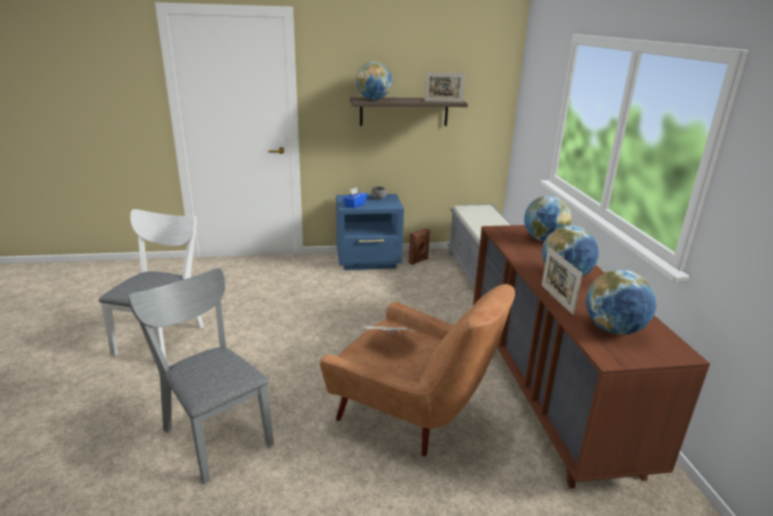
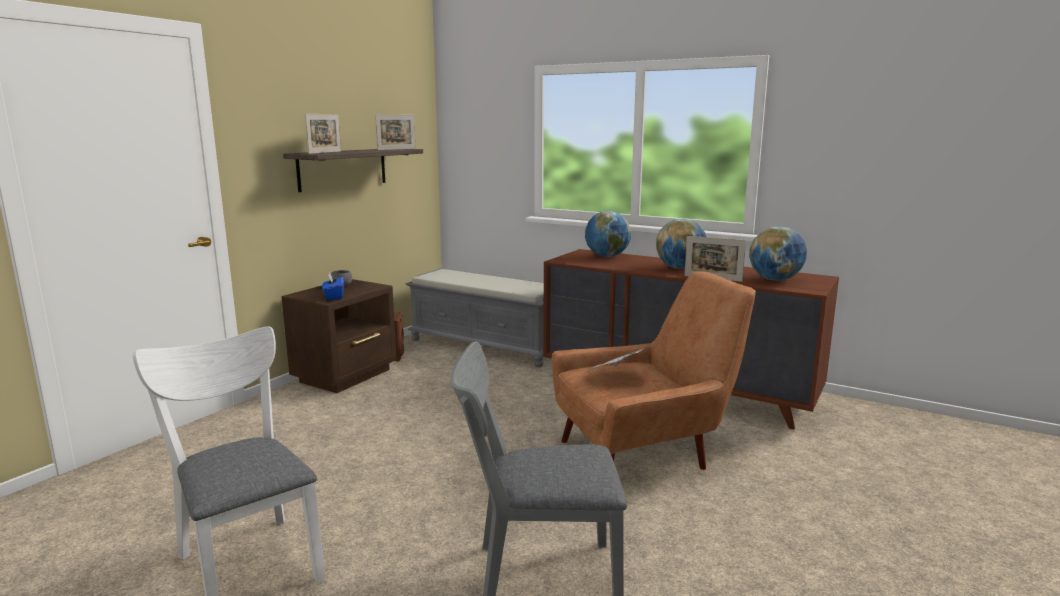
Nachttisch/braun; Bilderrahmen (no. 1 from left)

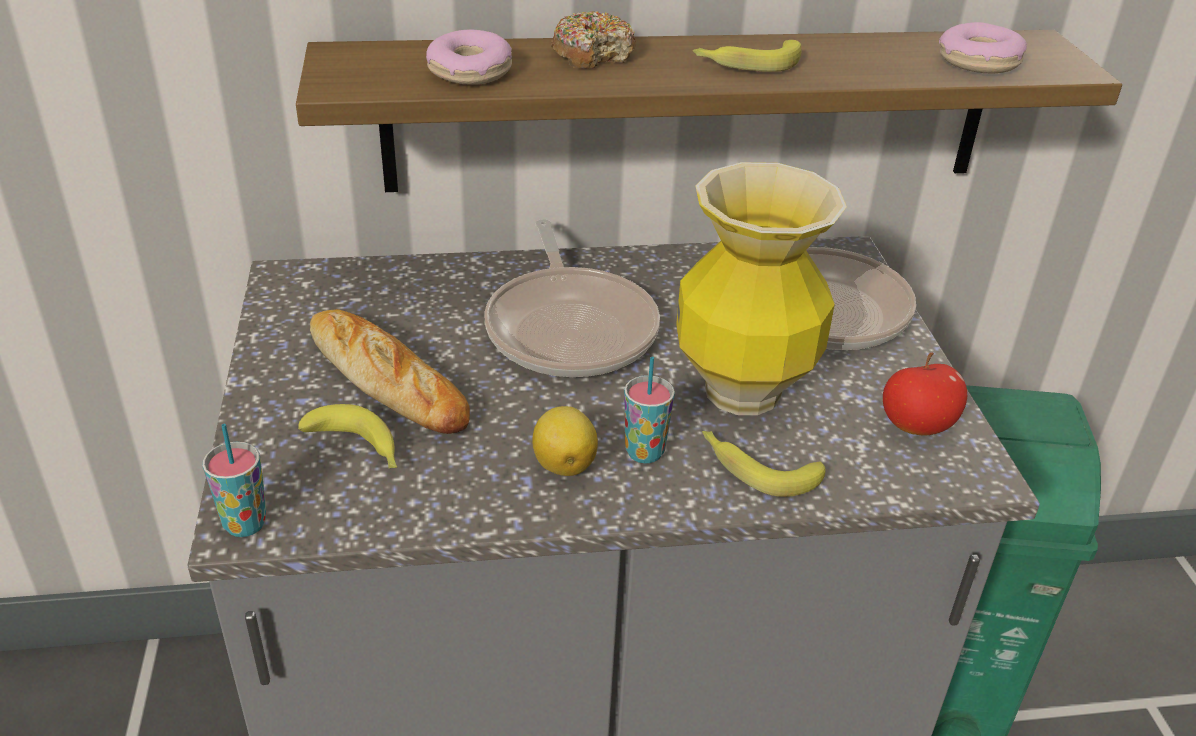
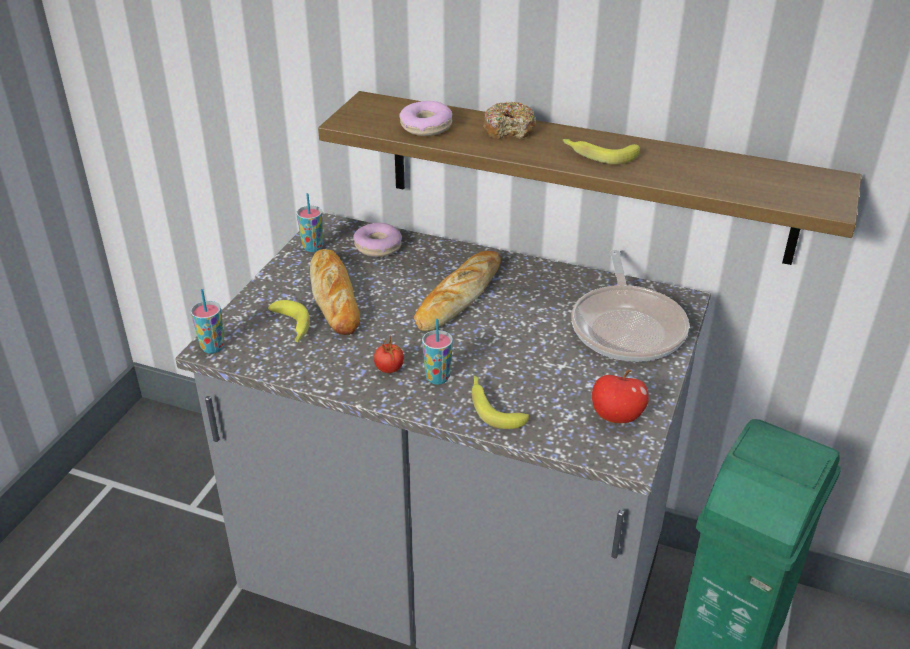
Tasse (no. 2 from left); Donut (no. 1 from left); Tomate; Brot (no. 2 from left); Vase

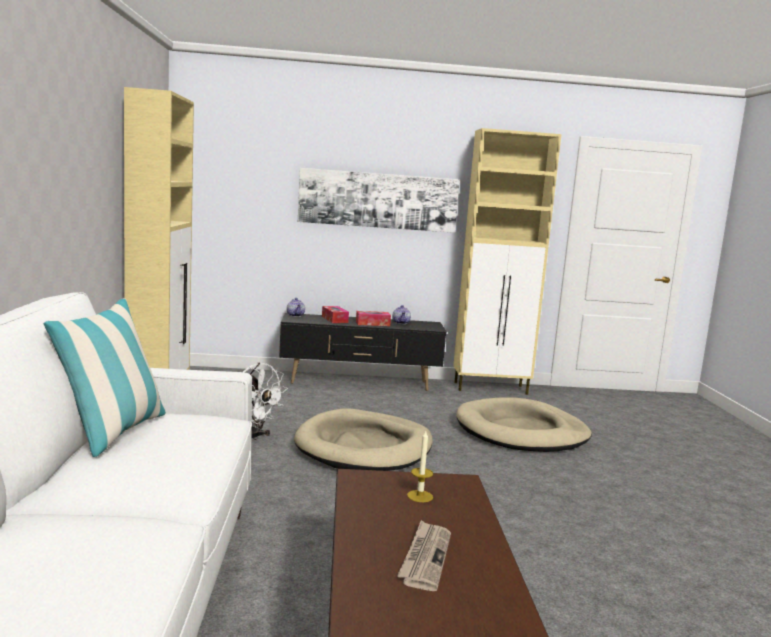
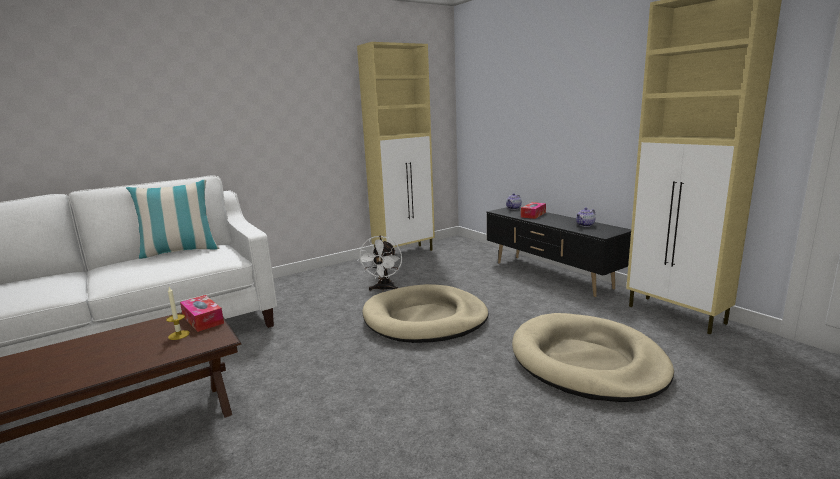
Taschentuchbox (no. 1 from left); Bild; Zeitung

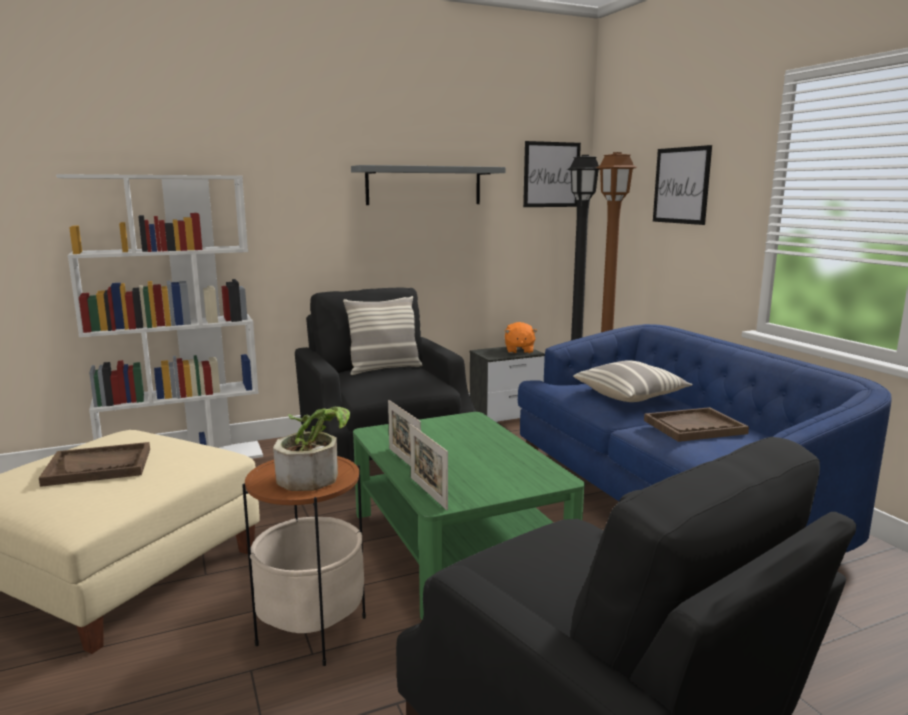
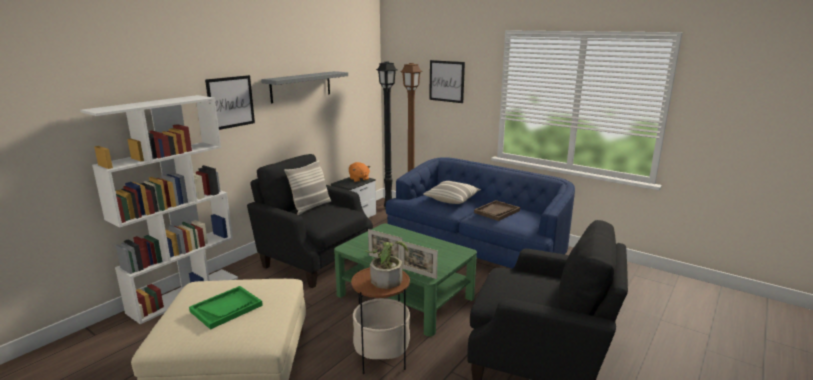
Tablett/grün; Bild (no. 1 from left)

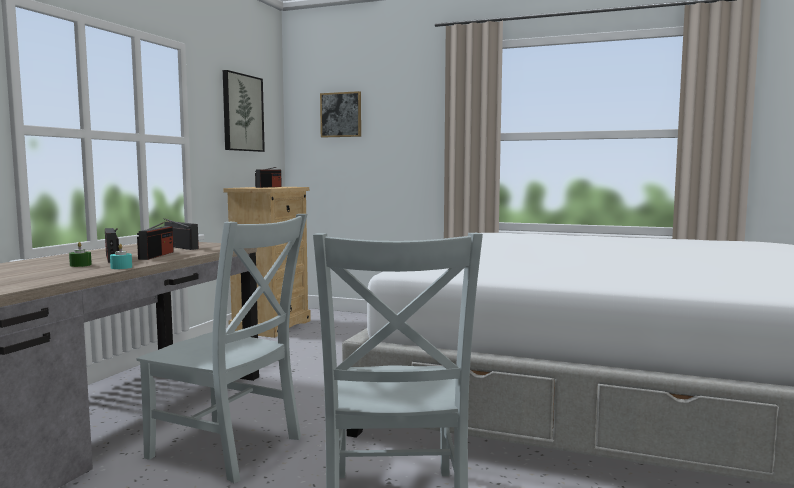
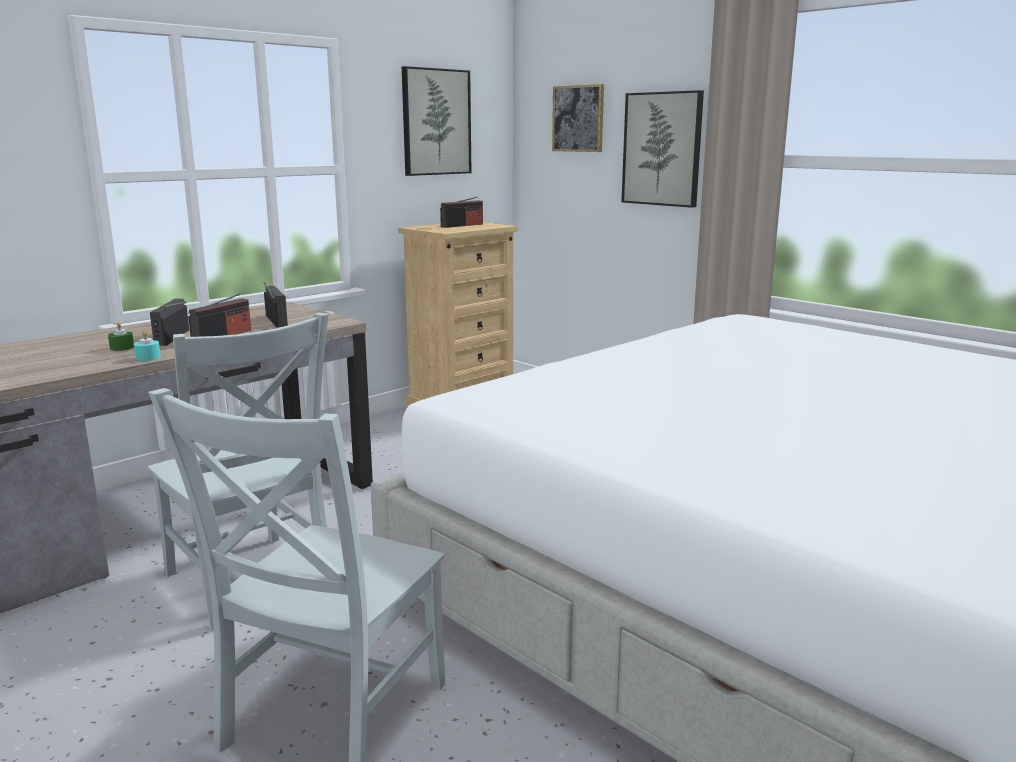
Bild (no. 3 from left)

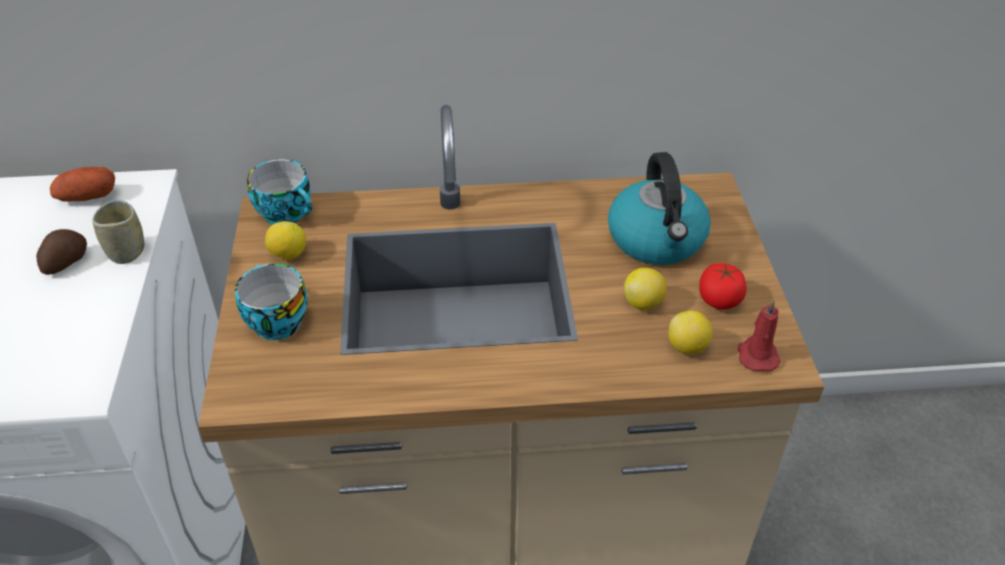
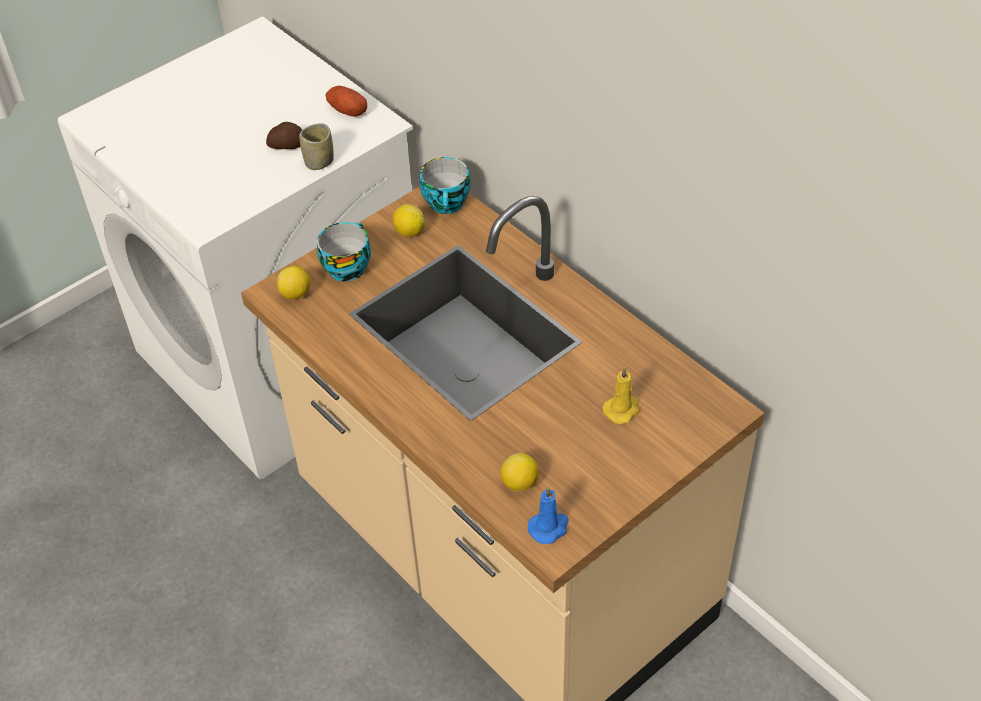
Zitrone (no. 1 from left); Kerze/blau; Kerze/gelb; Tomate

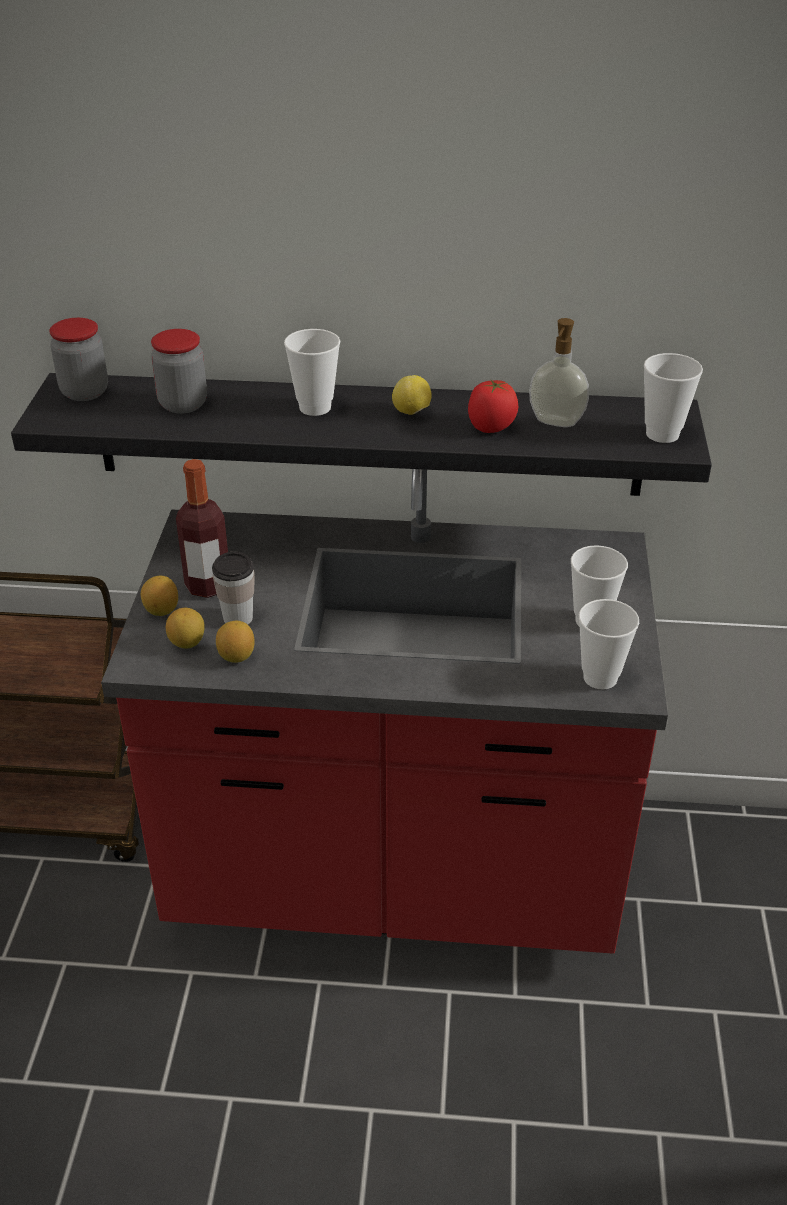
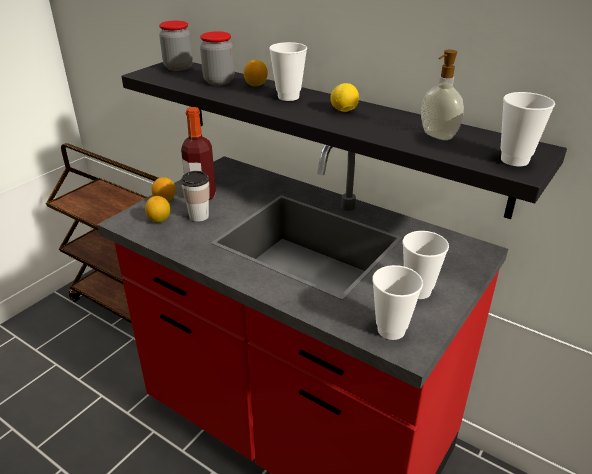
Zitrone (no. 3 from left); Tomate

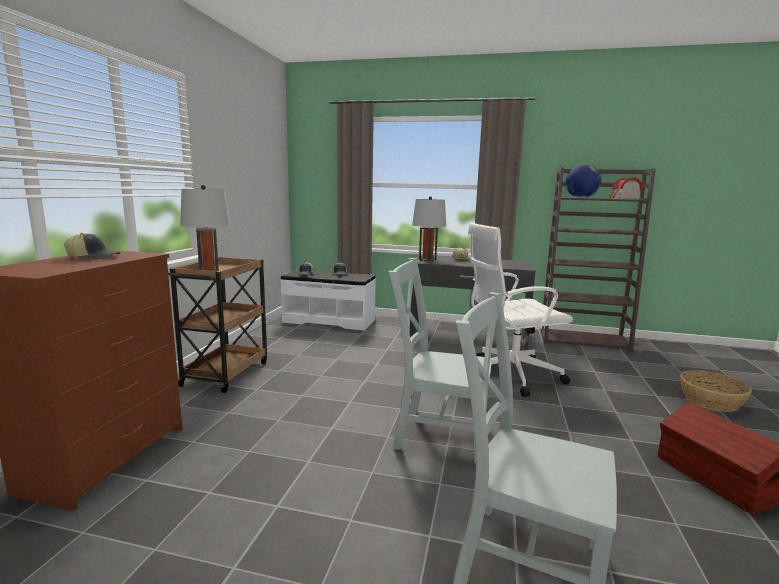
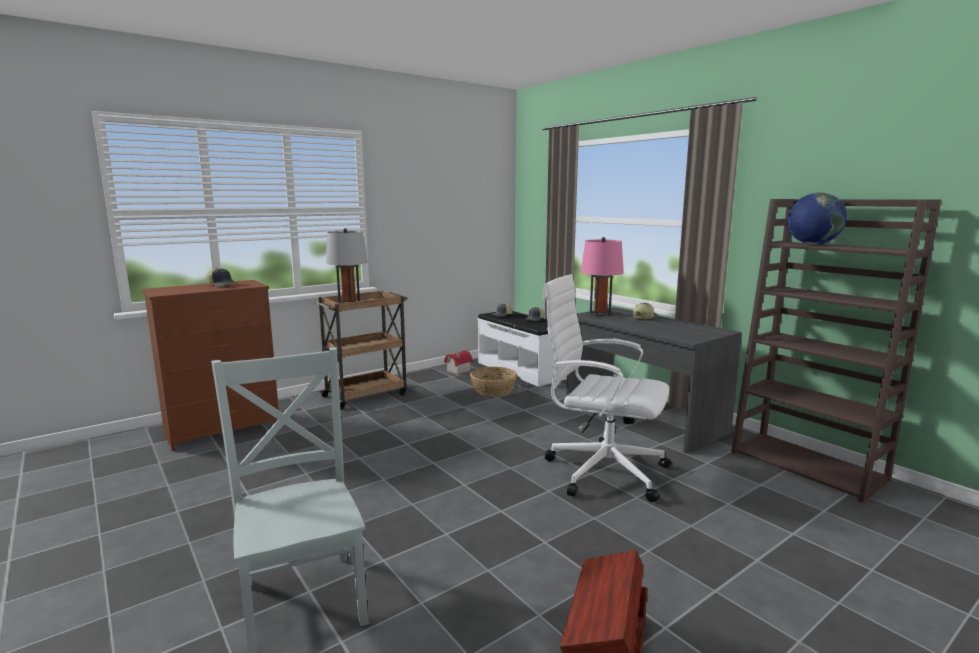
Spielzeughaus; Korb; Tischlampe/rosa; Stuhl/grau (no. 1 from left in the first image)

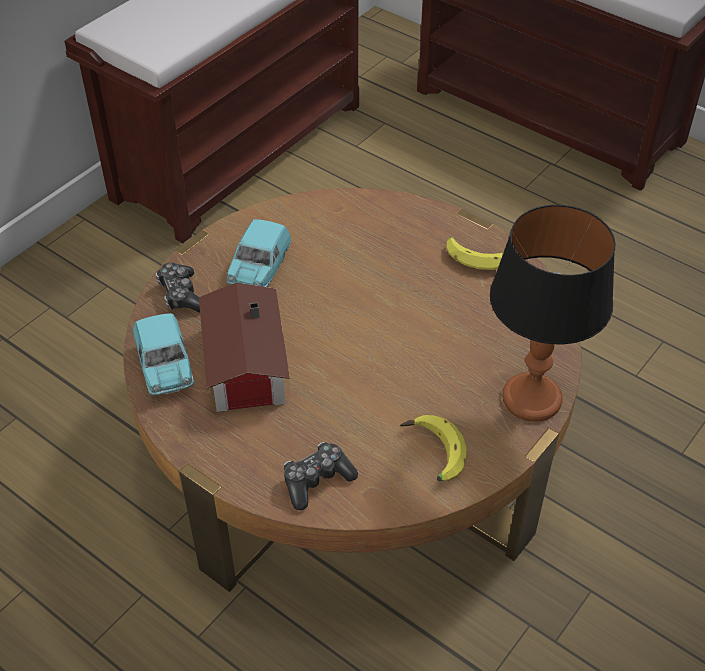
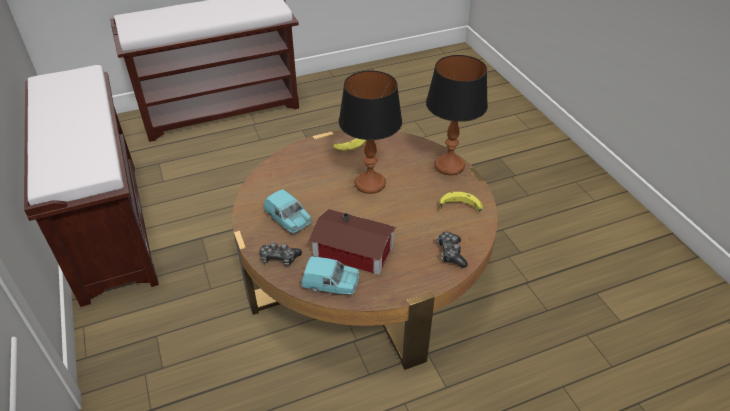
Tischlampe (no. 1 from left)

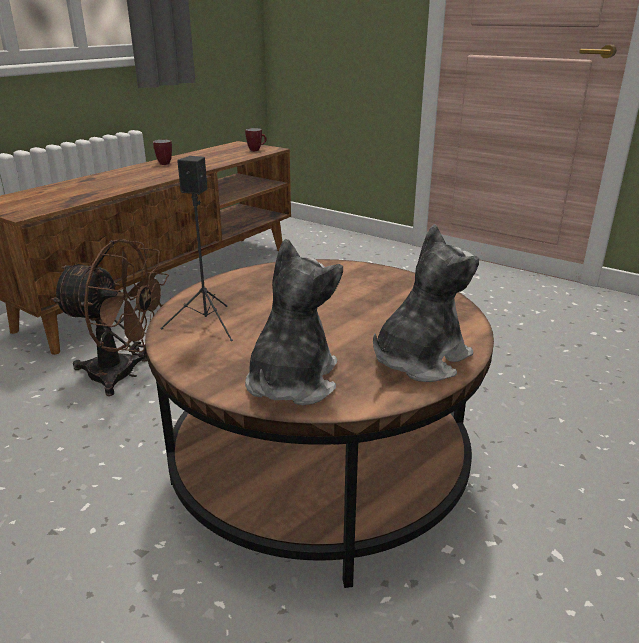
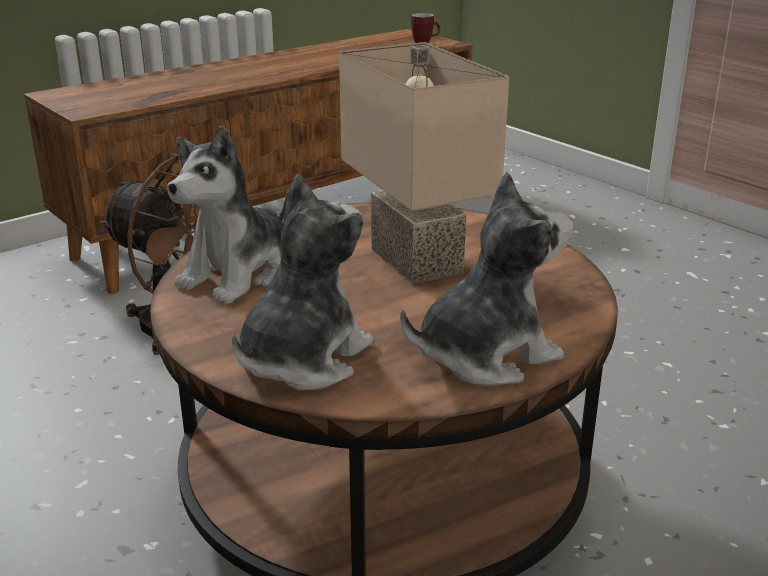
Plüschtier (no. 1 from left); Tischlampe/beige; Henkelbecher (no. 1 from left in the first image)

